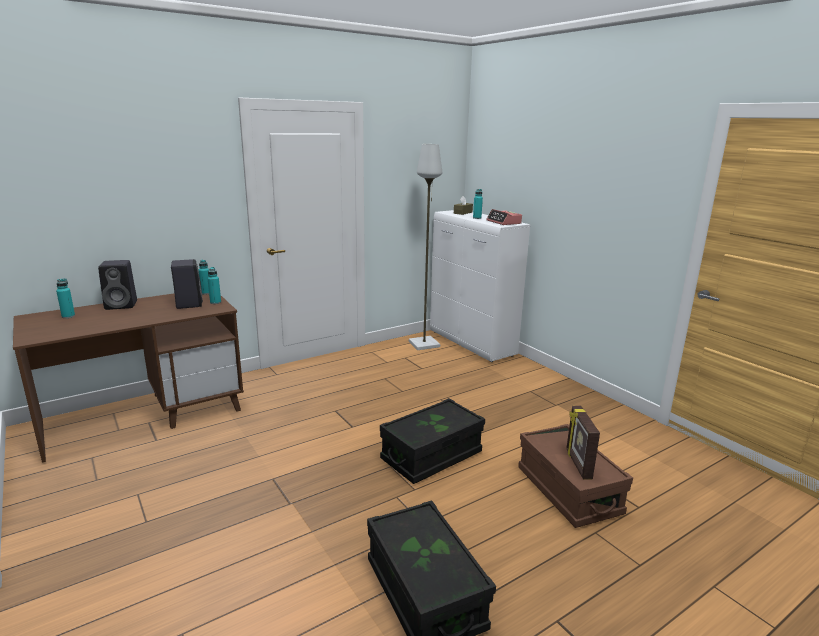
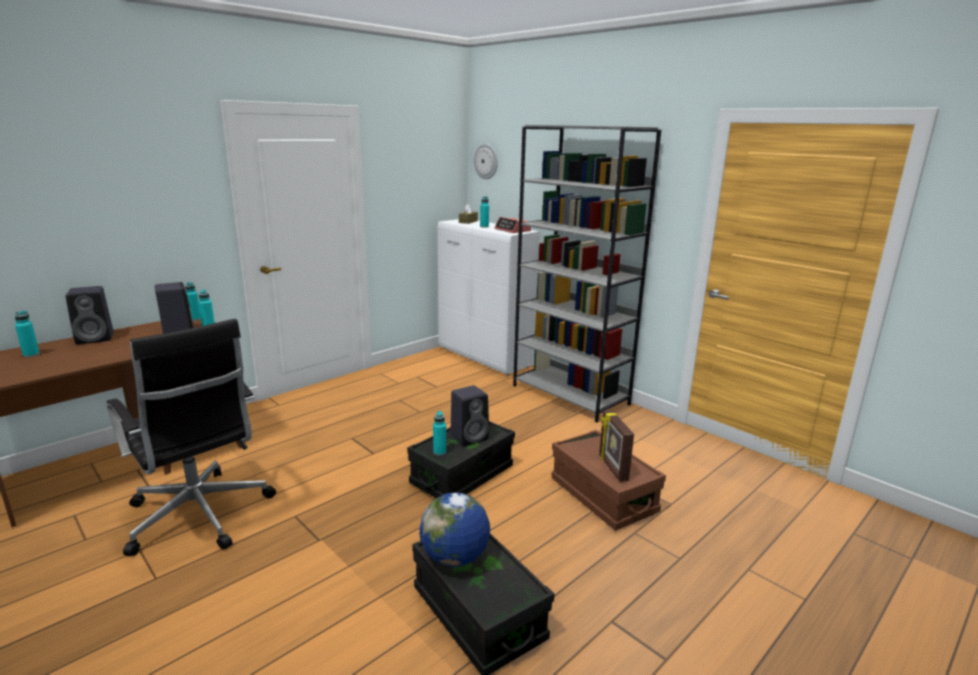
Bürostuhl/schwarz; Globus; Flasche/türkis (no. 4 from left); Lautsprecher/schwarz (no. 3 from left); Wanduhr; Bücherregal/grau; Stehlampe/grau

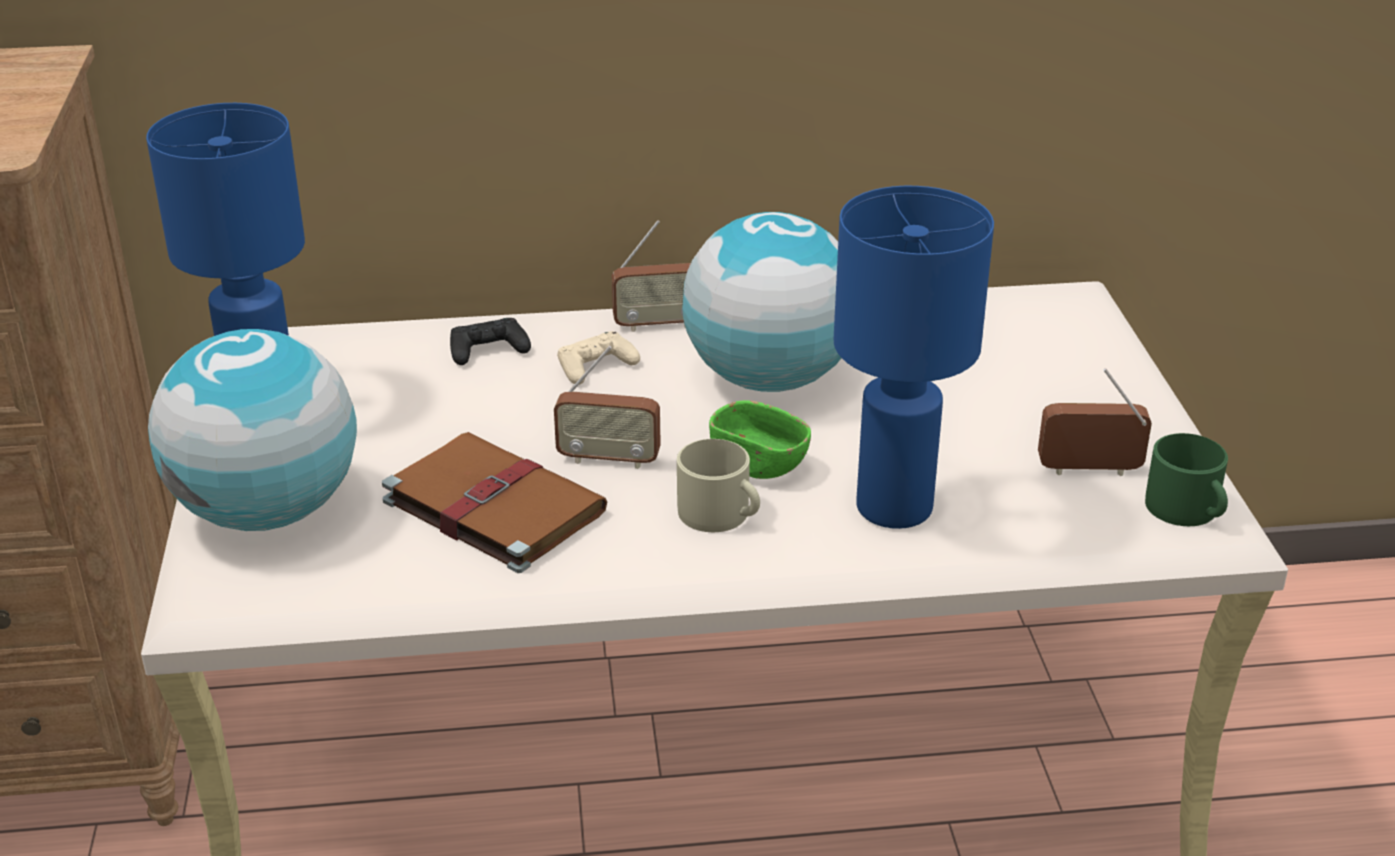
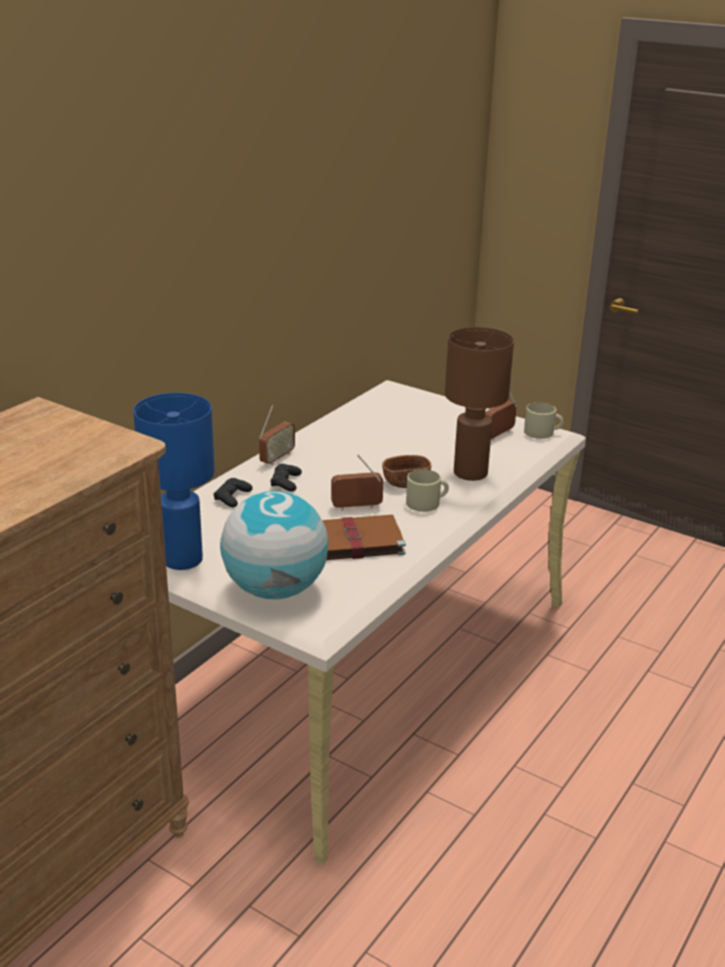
Gamepad/schwarz (no. 2 from left); Radio (no. 2 from left); Schüssel/braun; Tischlampe/braun; Henkelbecher/beige (no. 2 from left); Globus (no. 2 from left in the first image)

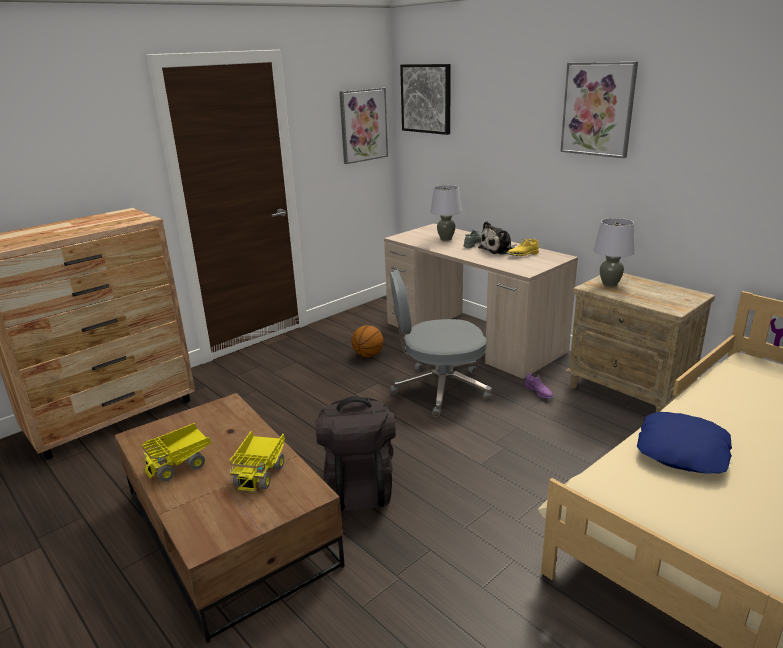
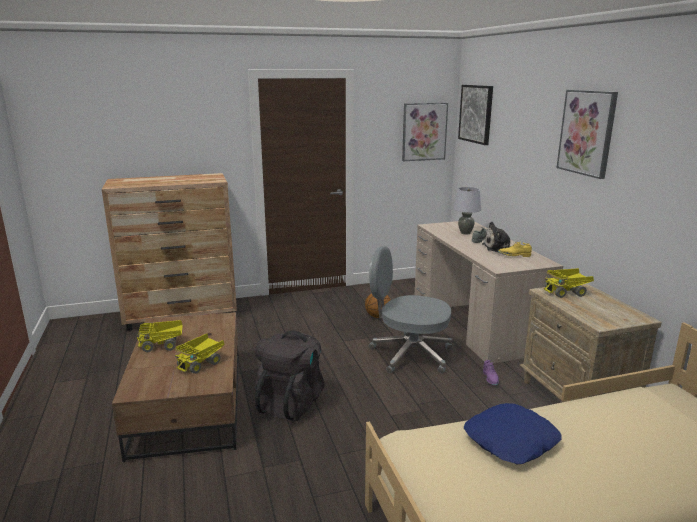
Spielzeuglaster (no. 3 from left)

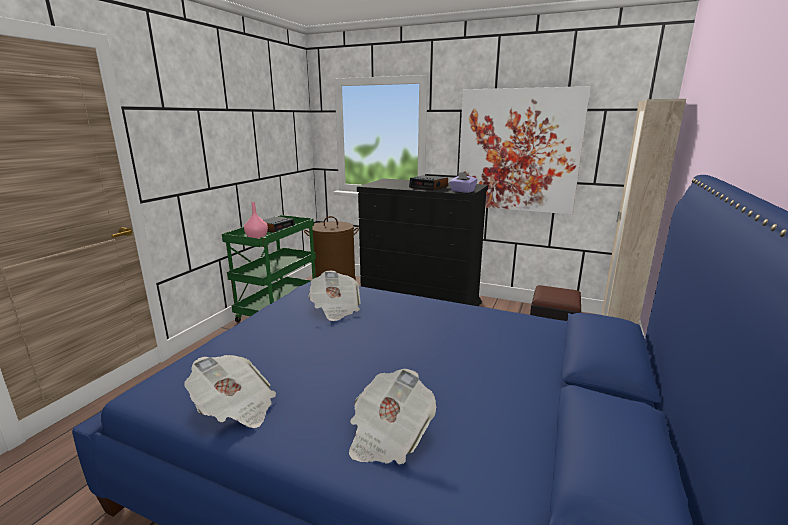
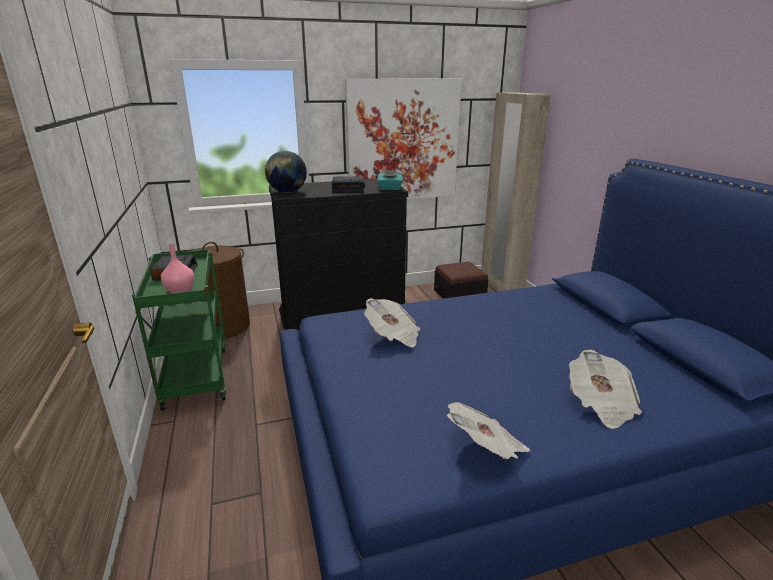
Globus; Taschentuchbox/türkis

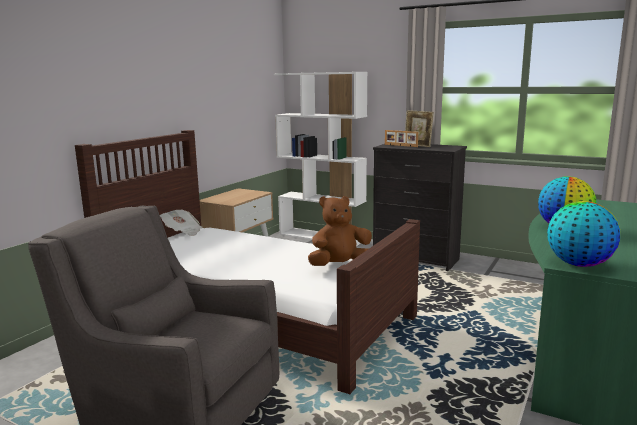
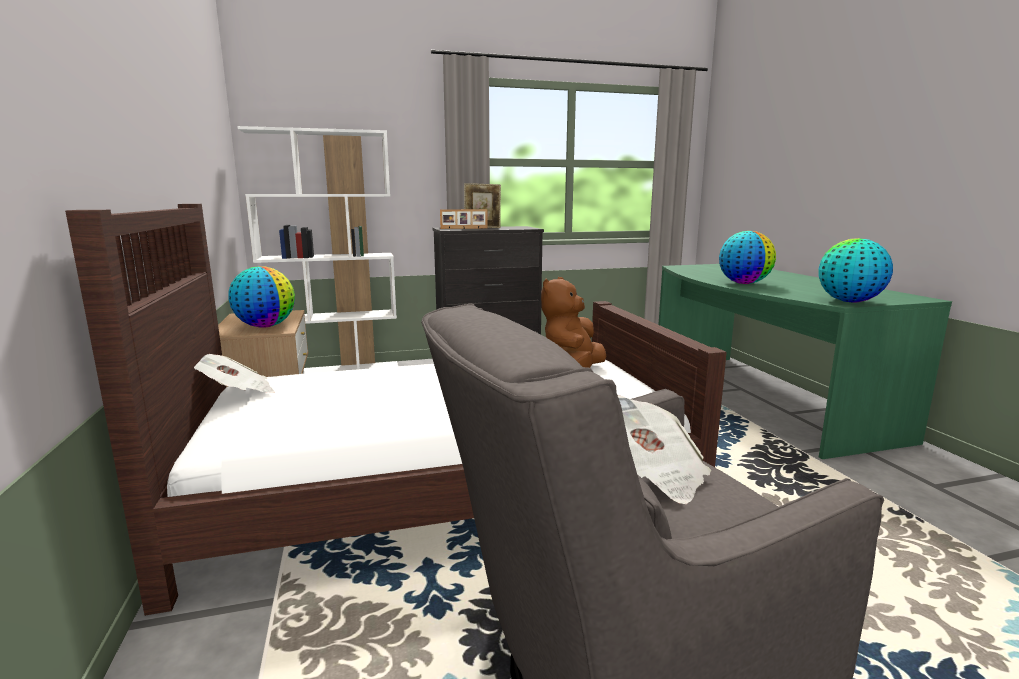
Globus (no. 1 from left); Zeitung (no. 2 from left)

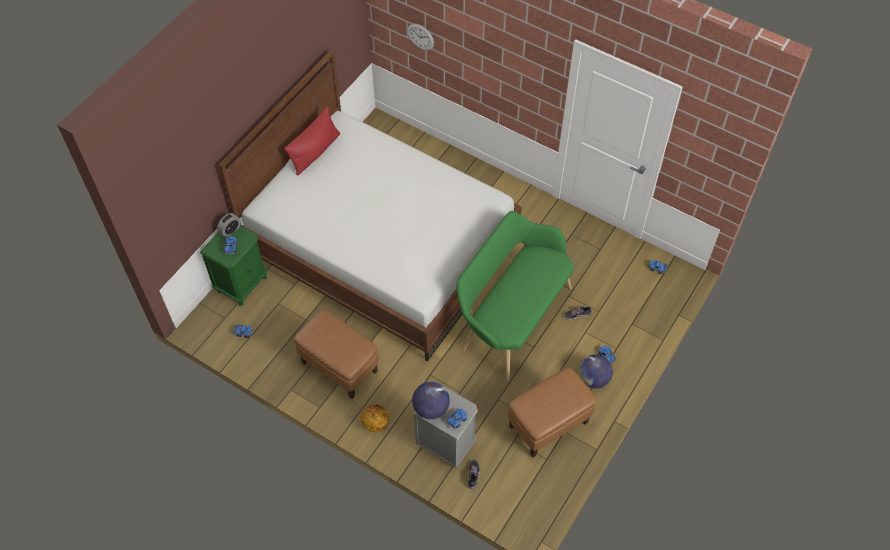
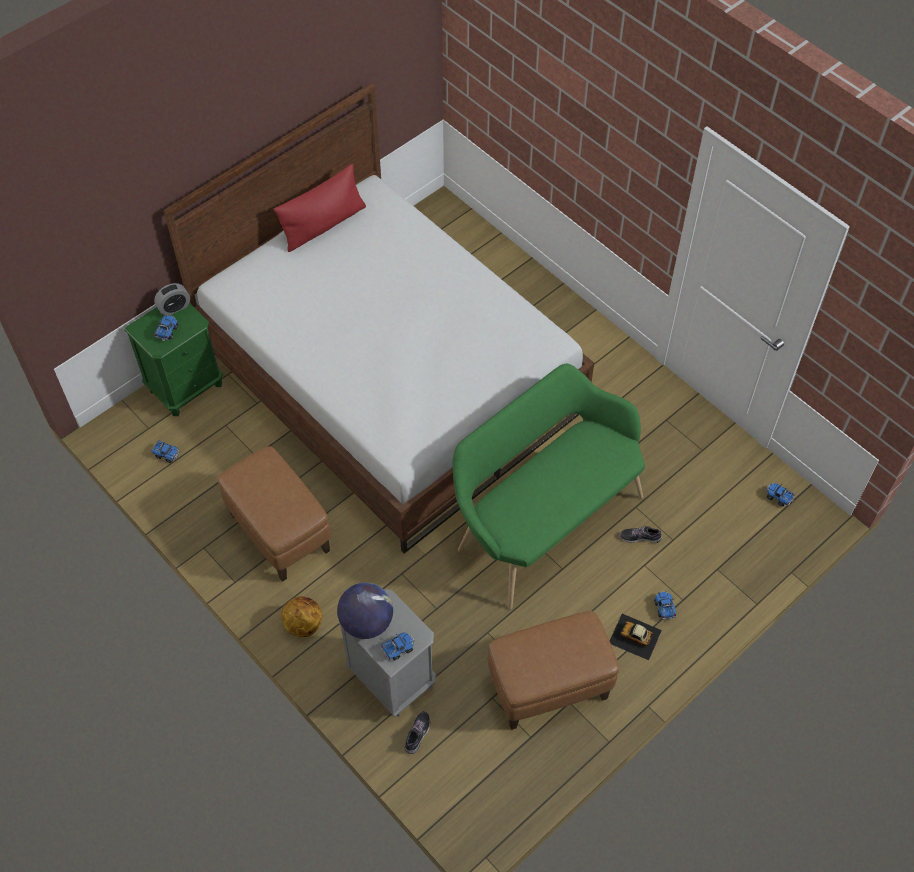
Spielzeugauto; Wanduhr

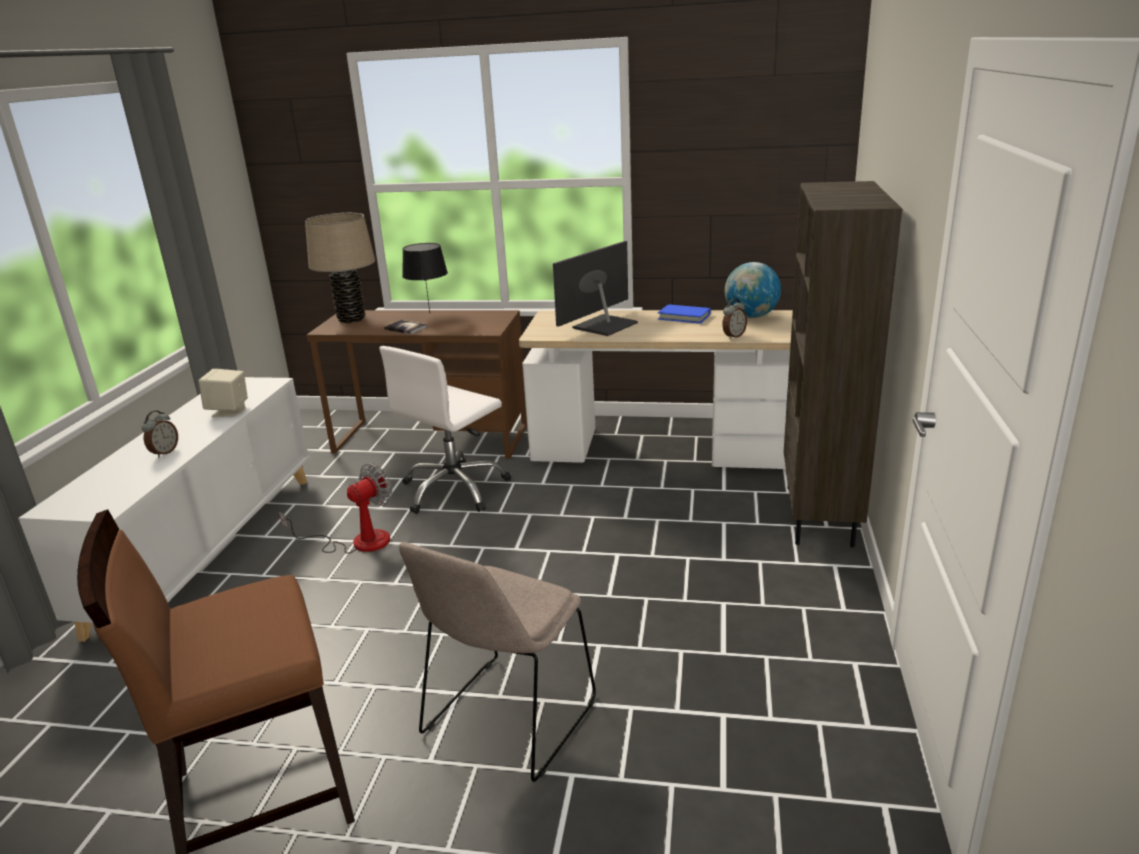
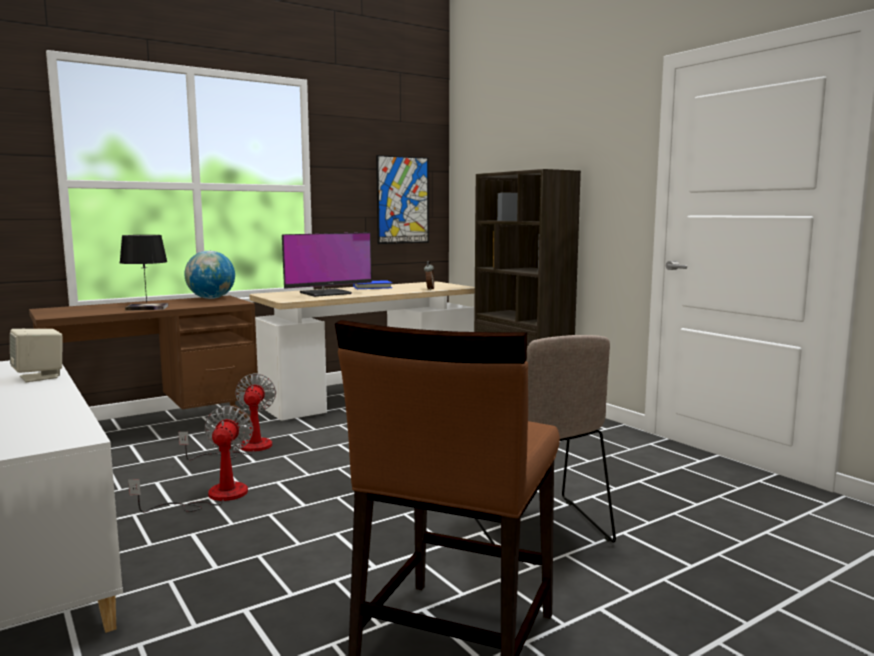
Ventilator (no. 2 from left); Globus; Monitor; Bild; Wecker (no. 1 from left in the first image); Tischlampe/beige

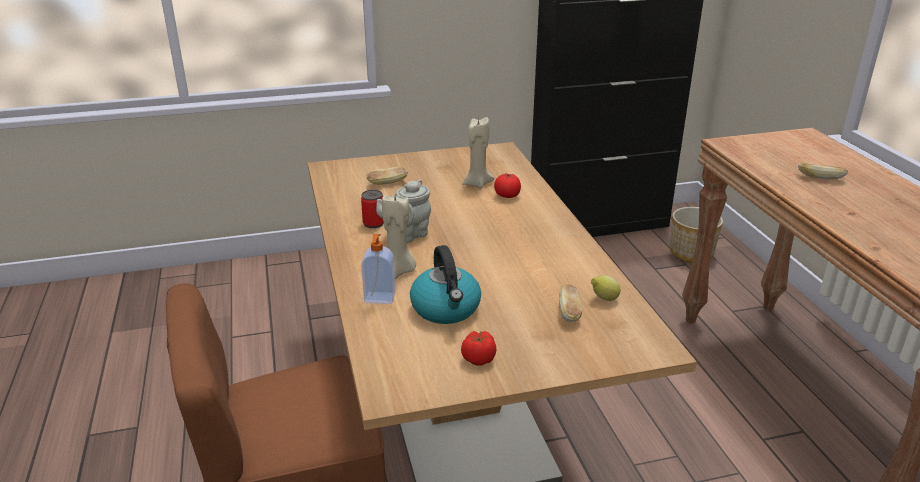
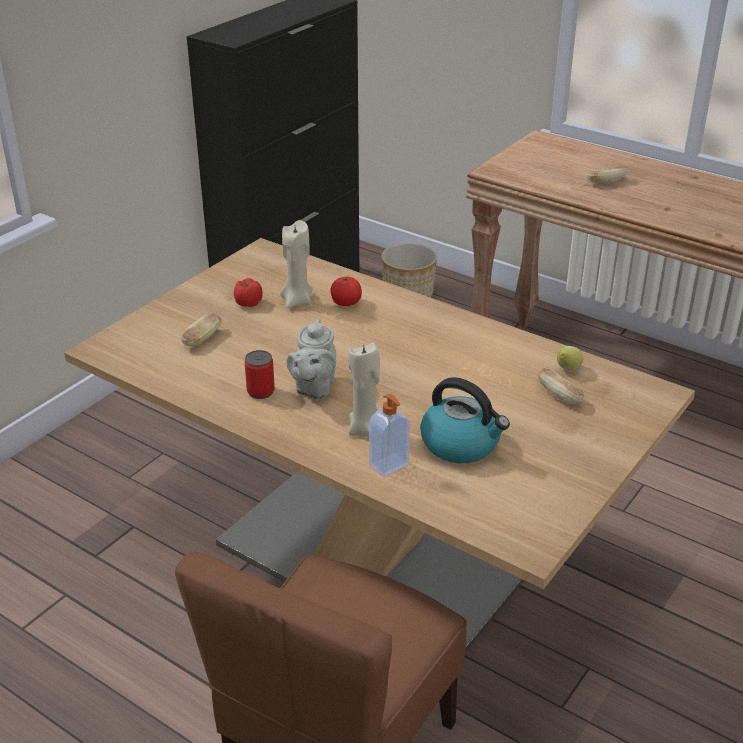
Tomate (no. 1 from left)

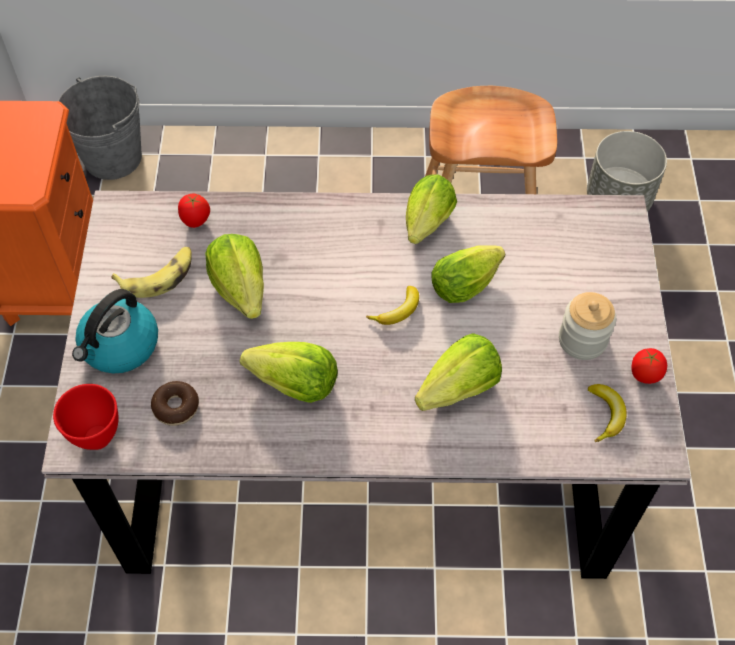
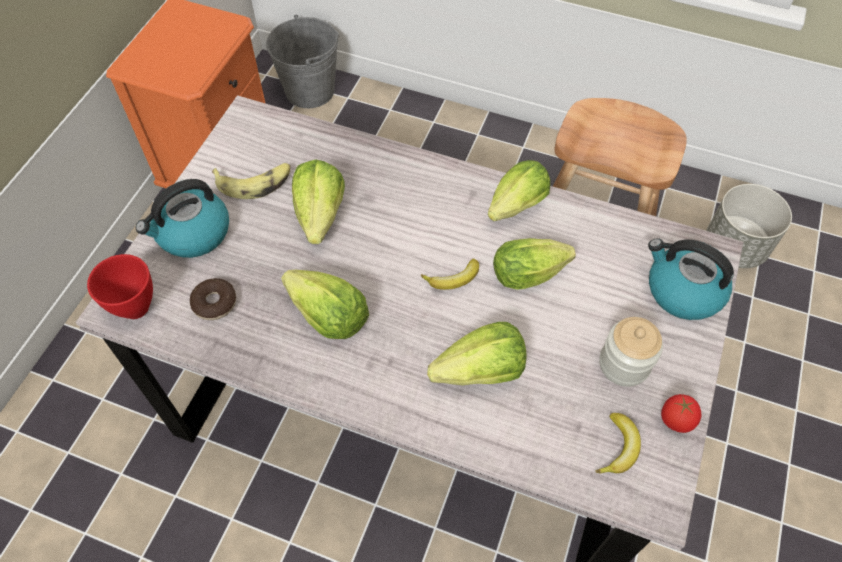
Wasserkessel (no. 2 from left); Tomate (no. 1 from left in the first image)

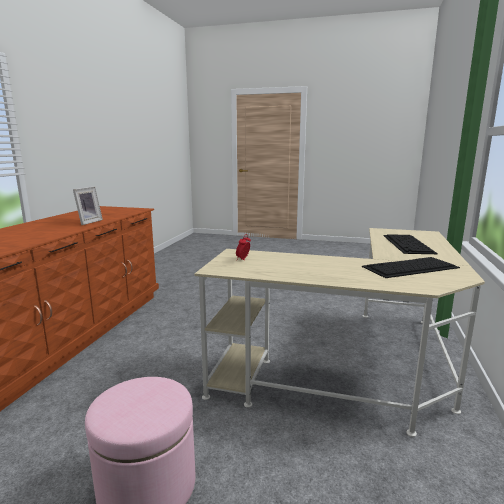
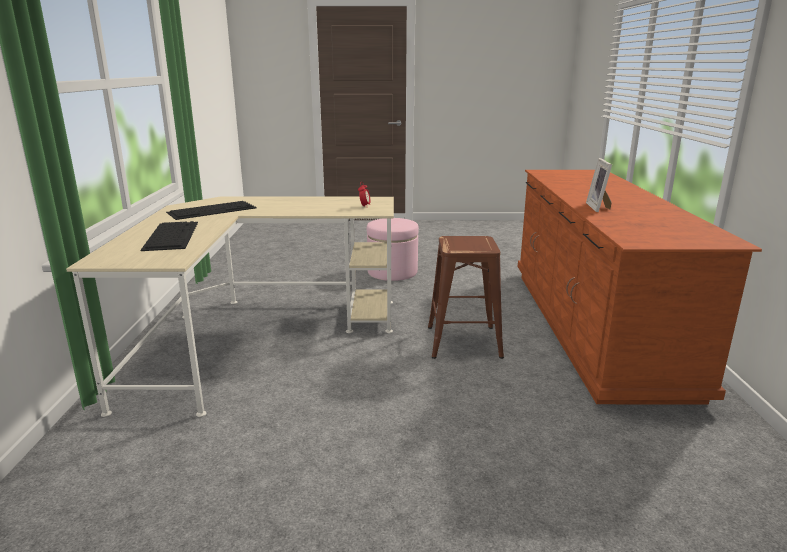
Hocker/braun

